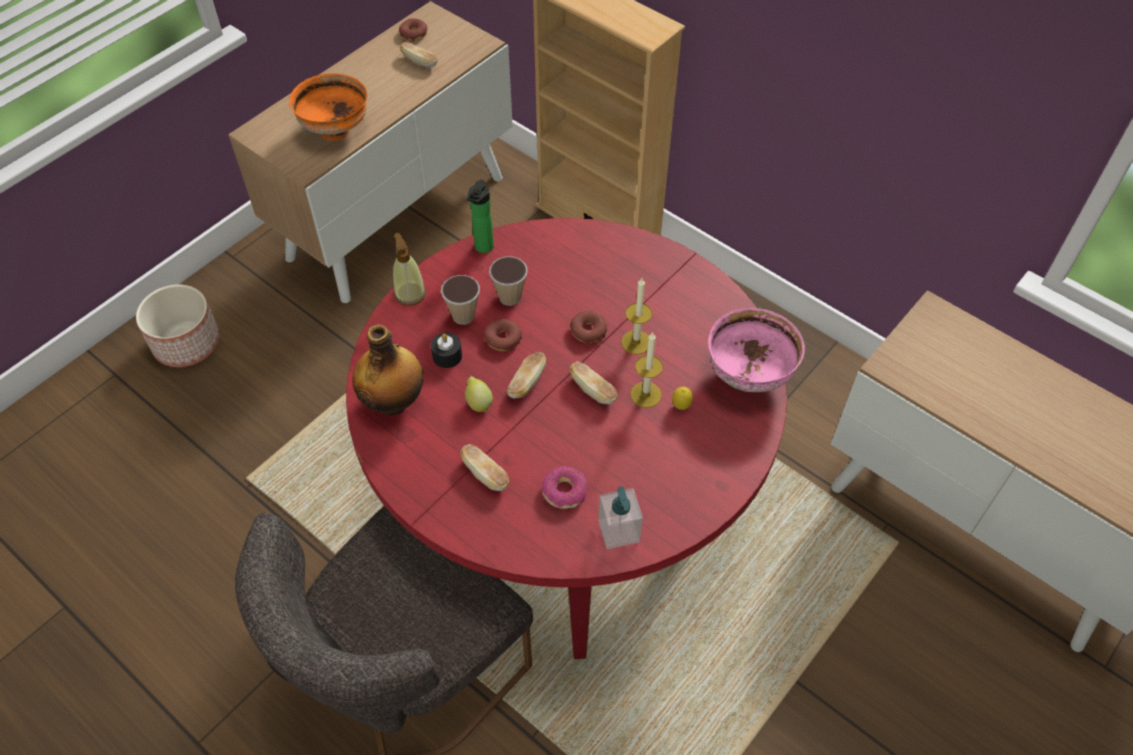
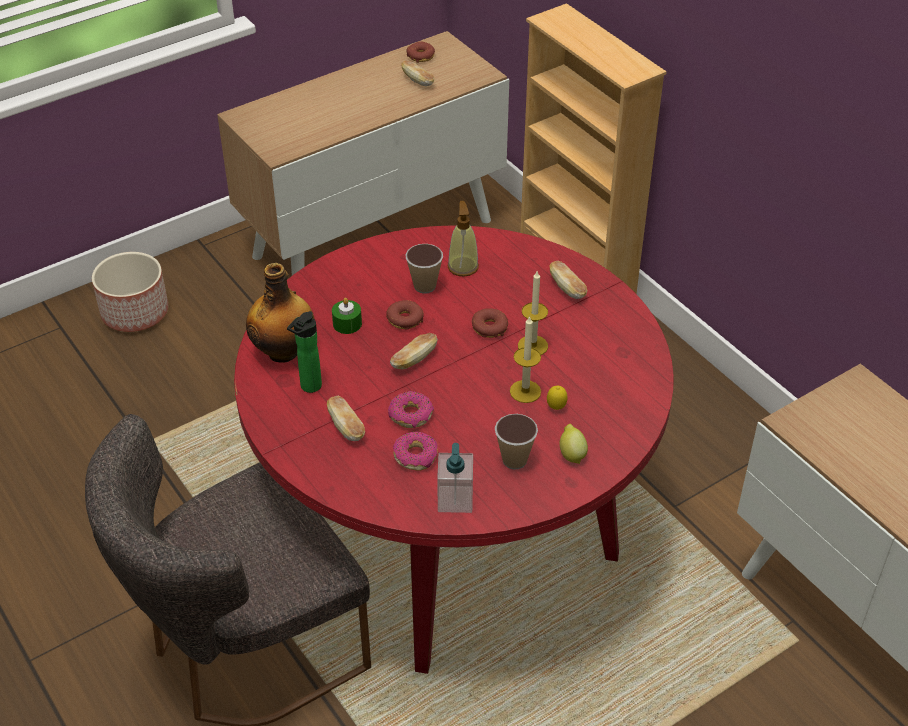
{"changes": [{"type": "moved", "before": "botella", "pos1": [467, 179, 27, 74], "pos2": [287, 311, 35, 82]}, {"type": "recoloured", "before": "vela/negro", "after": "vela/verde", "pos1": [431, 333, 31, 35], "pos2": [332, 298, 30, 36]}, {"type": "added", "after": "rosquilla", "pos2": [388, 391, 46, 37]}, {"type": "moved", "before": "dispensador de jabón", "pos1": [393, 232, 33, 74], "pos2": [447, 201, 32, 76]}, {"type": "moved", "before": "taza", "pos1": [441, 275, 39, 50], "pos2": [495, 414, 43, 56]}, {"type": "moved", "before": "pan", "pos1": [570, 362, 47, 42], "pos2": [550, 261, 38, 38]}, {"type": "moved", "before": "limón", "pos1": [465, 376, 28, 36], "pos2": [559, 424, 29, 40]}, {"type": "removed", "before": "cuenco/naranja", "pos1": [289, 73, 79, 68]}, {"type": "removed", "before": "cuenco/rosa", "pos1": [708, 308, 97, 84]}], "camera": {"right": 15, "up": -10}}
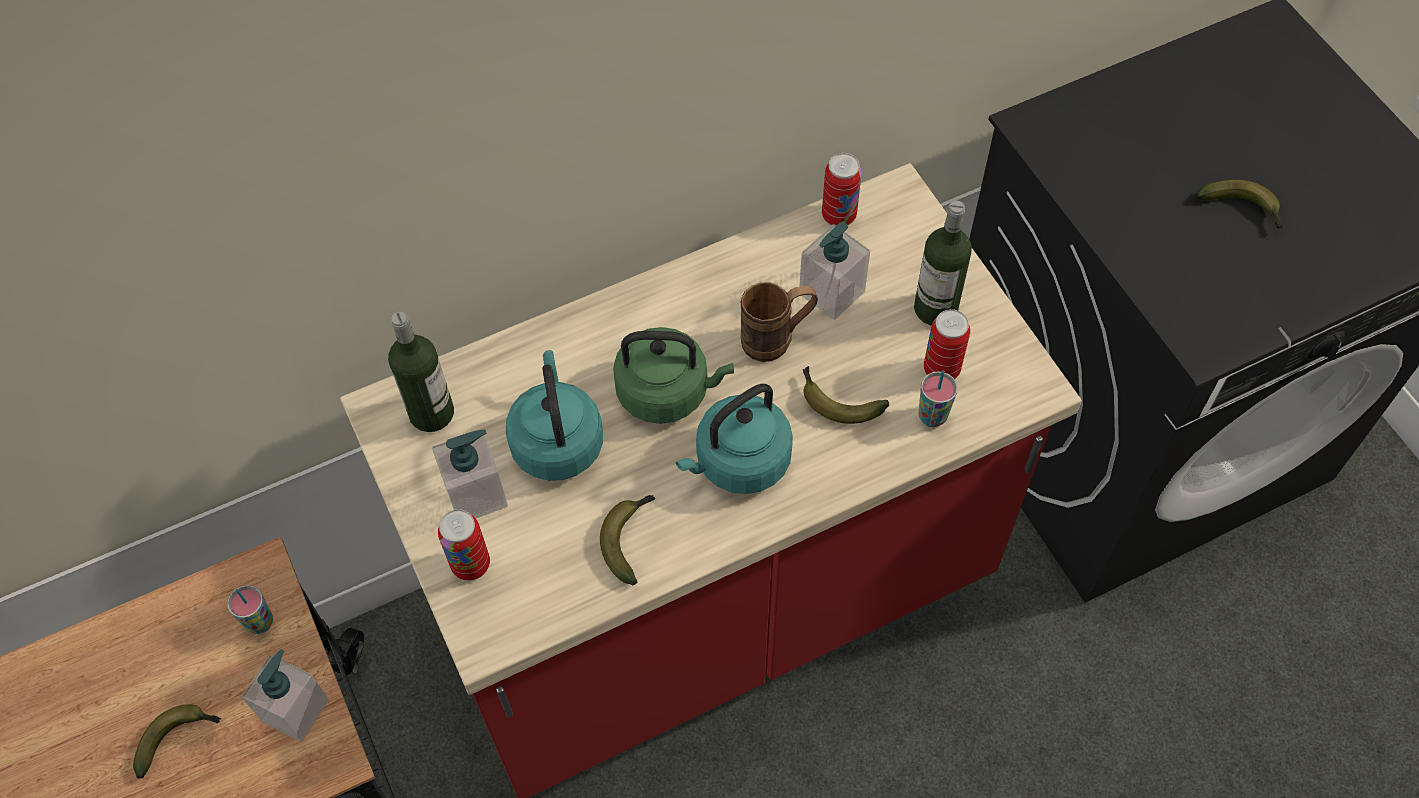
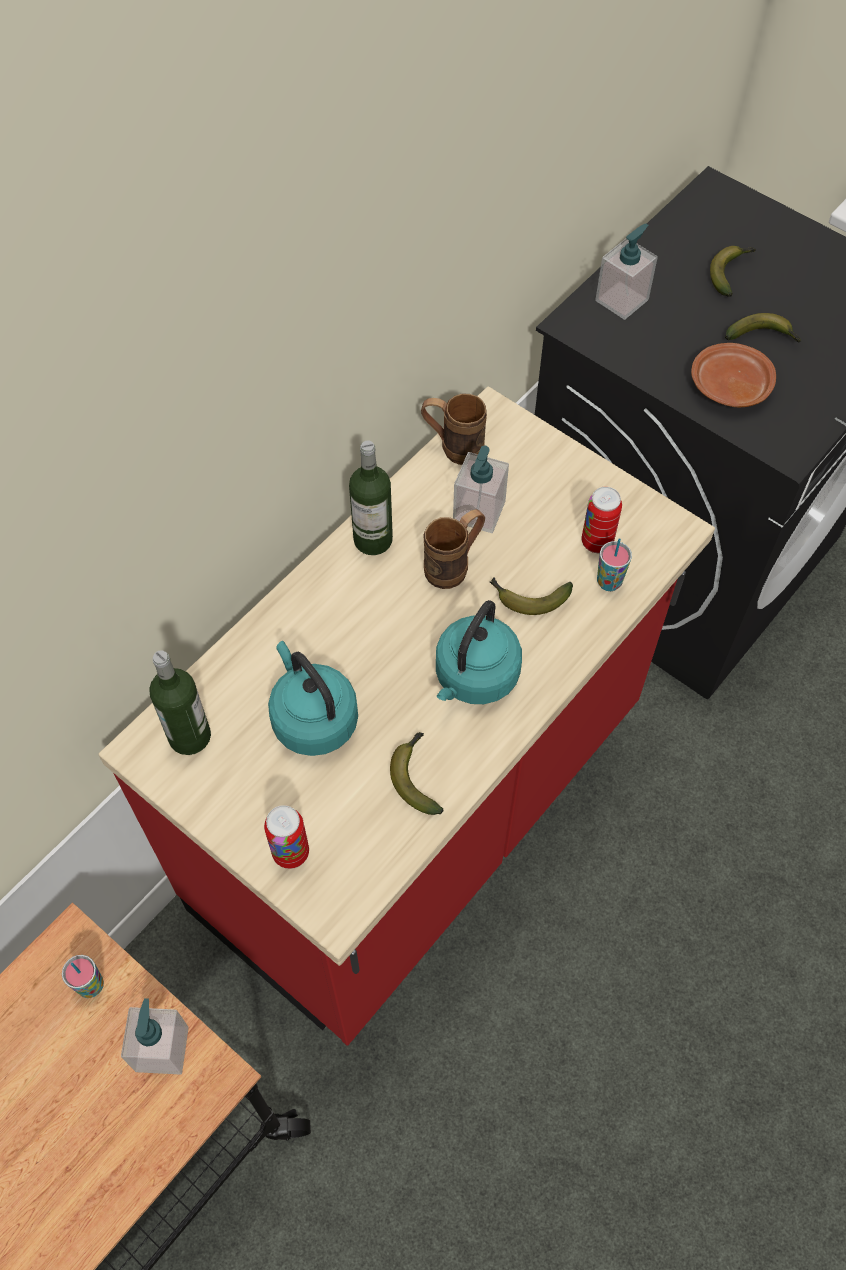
{"changes": [{"type": "moved", "before": "botella", "pos1": [914, 201, 58, 125], "pos2": [349, 441, 44, 114]}, {"type": "replaced", "before": "lata", "after": "taza grande/marrón", "pos1": [822, 153, 40, 73], "pos2": [421, 393, 66, 72]}, {"type": "moved", "before": "dispensador de jabón", "pos1": [432, 429, 76, 89], "pos2": [595, 224, 63, 96]}, {"type": "added", "after": "plato/marrón", "pos2": [691, 343, 85, 64]}, {"type": "moved", "before": "plátano", "pos1": [133, 704, 88, 75], "pos2": [710, 246, 46, 51]}, {"type": "removed", "before": "hervidor/verde", "pos1": [613, 327, 121, 97]}], "camera": {"right": -25, "up": 0}}
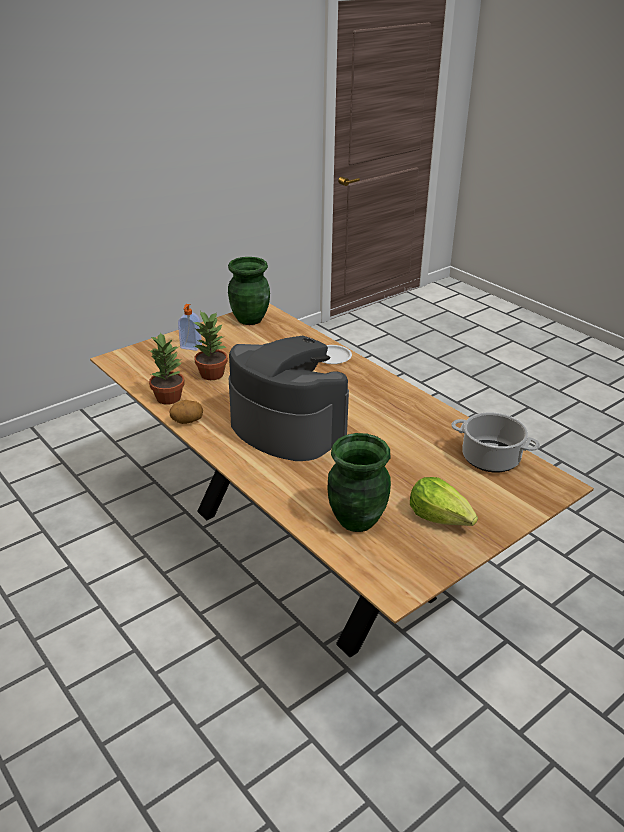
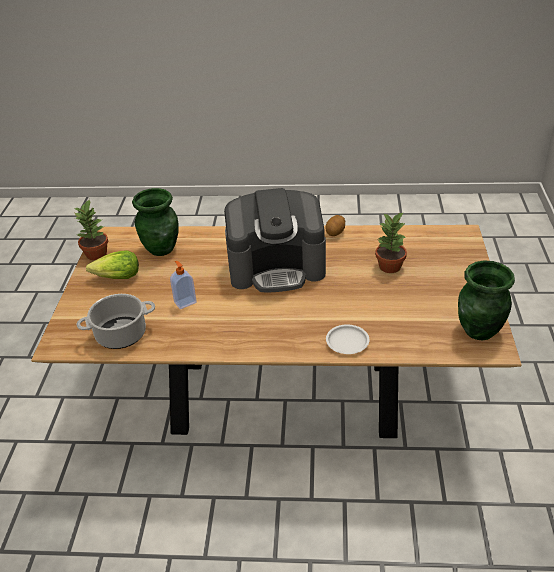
{"changes": [{"type": "moved", "before": "planta en maceta", "pos1": [149, 332, 36, 73], "pos2": [75, 199, 33, 61]}, {"type": "moved", "before": "dispensador de jabón", "pos1": [178, 304, 24, 47], "pos2": [170, 261, 27, 48]}], "camera": {"right": 135, "up": 5}}
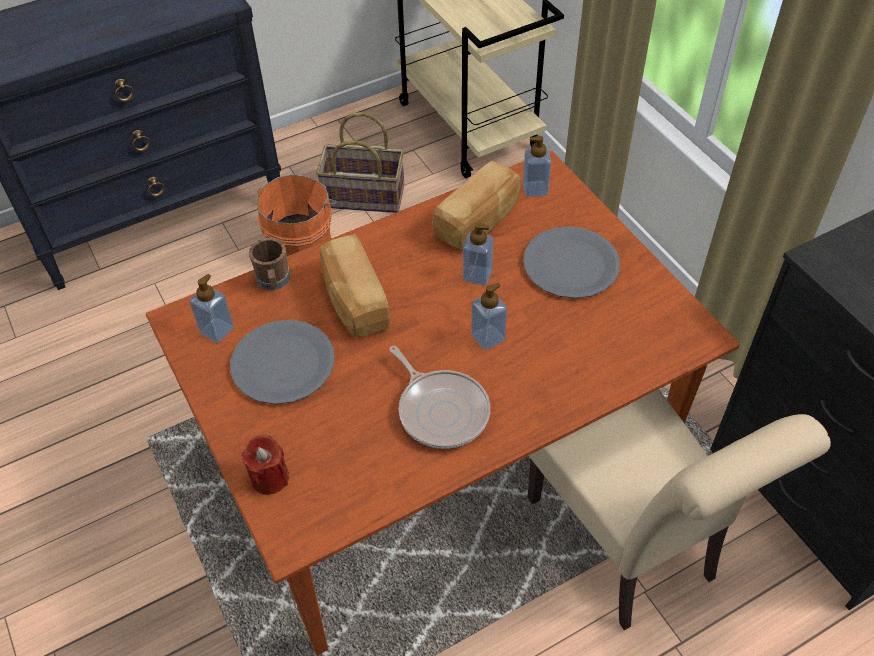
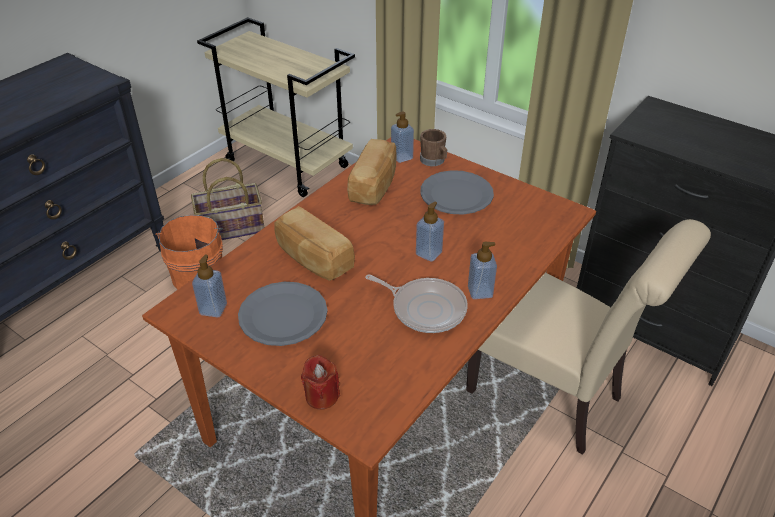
{"changes": [{"type": "moved", "before": "taza grande/marrón", "pos1": [249, 238, 41, 52], "pos2": [420, 129, 27, 37]}, {"type": "moved", "before": "dispensador de jabón", "pos1": [463, 222, 30, 64], "pos2": [468, 242, 29, 57]}], "camera": {"right": -25, "up": -10}}
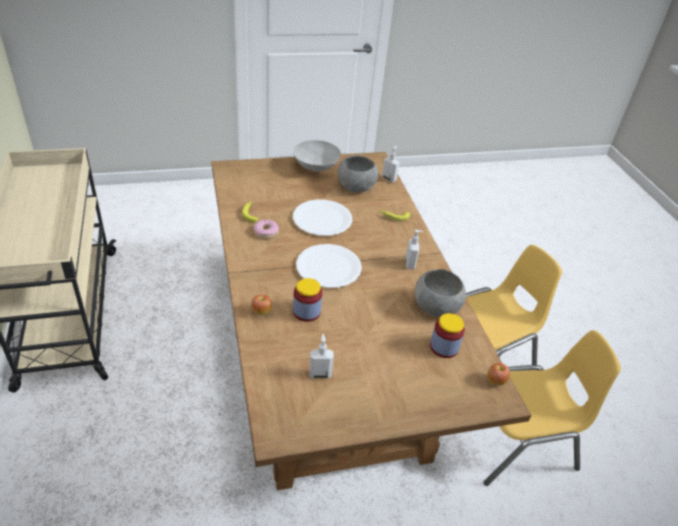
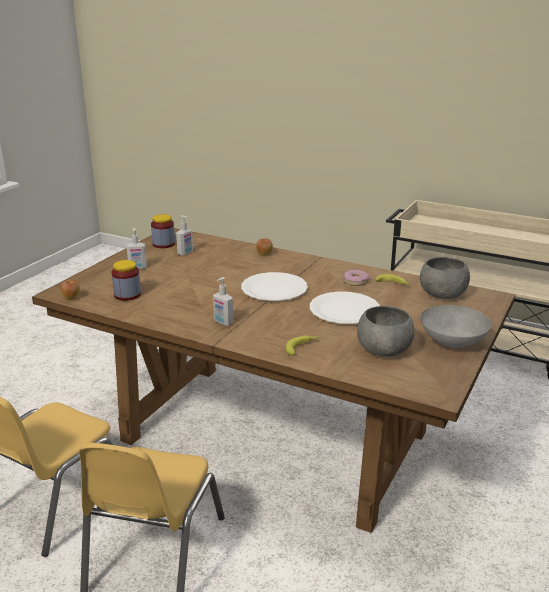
{"changes": [{"type": "moved", "before": "dispensador de jabón", "pos1": [382, 146, 18, 36], "pos2": [127, 228, 20, 41]}, {"type": "moved", "before": "tarro", "pos1": [293, 278, 29, 44], "pos2": [151, 214, 24, 34]}, {"type": "moved", "before": "cuenco/gris", "pos1": [414, 269, 52, 48], "pos2": [420, 257, 50, 42]}], "camera": {"right": 135, "up": -15}}
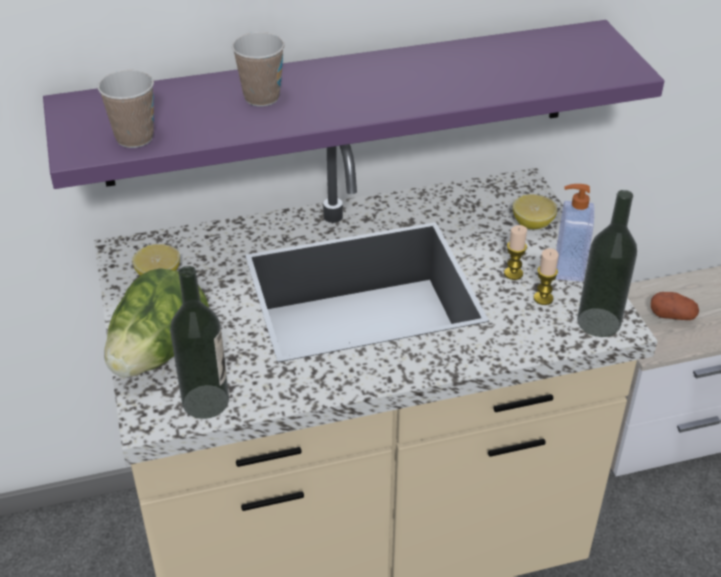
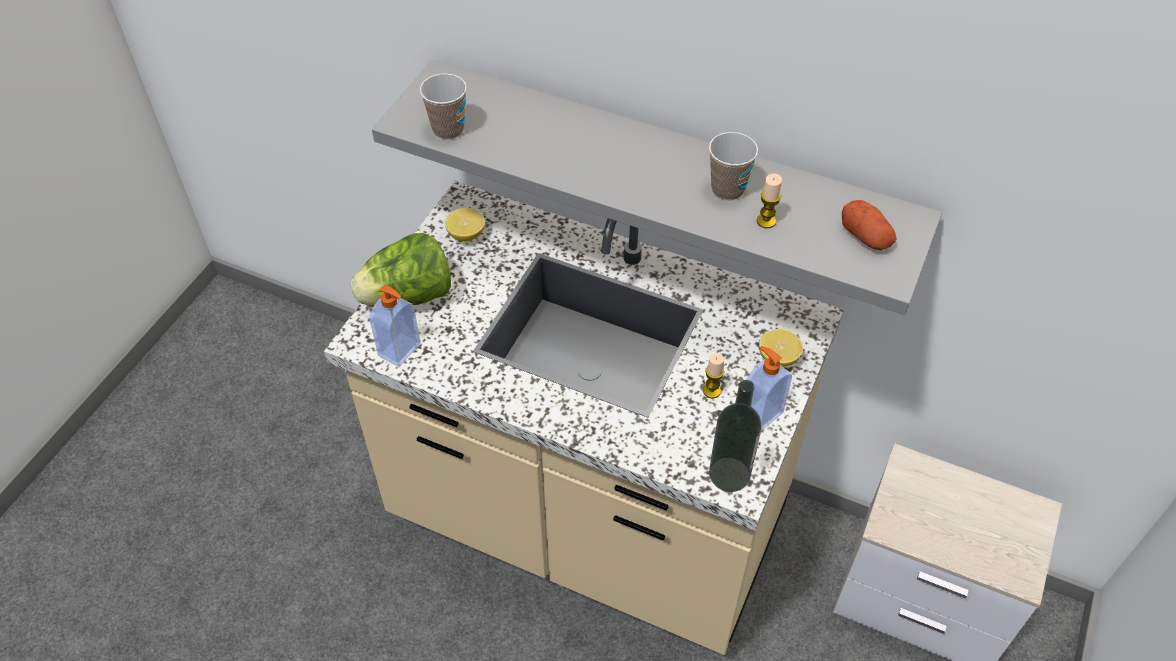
{"changes": [{"type": "replaced", "before": "botella", "after": "dispensador de jabón", "pos1": [170, 266, 59, 153], "pos2": [370, 285, 51, 82]}, {"type": "recoloured", "before": "estante/morado", "after": "estante/gris", "pos1": [43, 20, 621, 169], "pos2": [372, 60, 570, 255]}, {"type": "moved", "before": "taza", "pos1": [232, 32, 53, 74], "pos2": [709, 132, 49, 68]}, {"type": "moved", "before": "vela", "pos1": [534, 248, 25, 57], "pos2": [757, 173, 25, 55]}, {"type": "moved", "before": "patata", "pos1": [651, 292, 48, 28], "pos2": [842, 200, 55, 51]}], "camera": {"right": 40, "up": 10}}
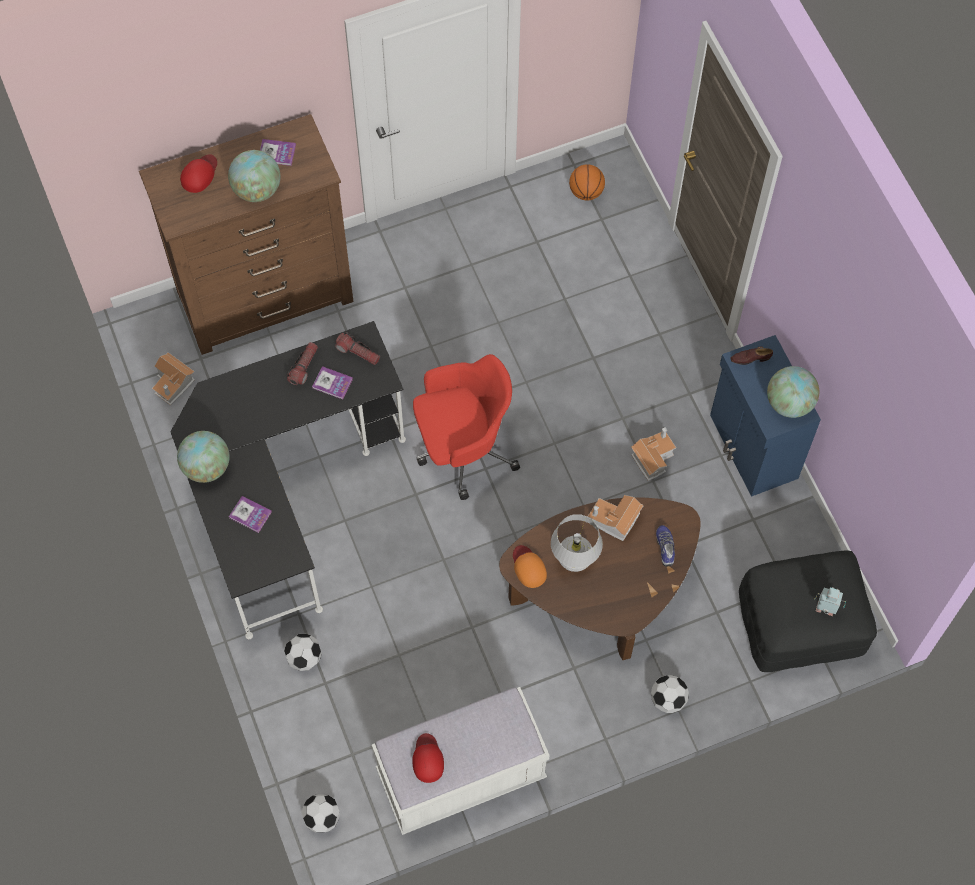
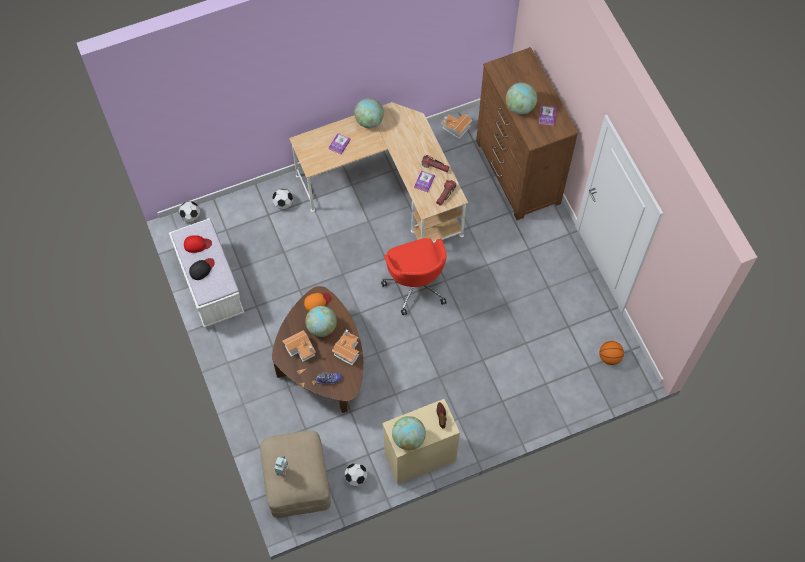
{"changes": [{"type": "added", "after": "gorra/negro", "pos2": [189, 258, 26, 22]}, {"type": "recoloured", "before": "puf/negro", "after": "puf/beis", "pos1": [739, 550, 138, 122], "pos2": [260, 431, 71, 87]}, {"type": "moved", "before": "casita", "pos1": [631, 427, 45, 54], "pos2": [283, 330, 33, 32]}, {"type": "recoloured", "before": "escritorio/negro", "after": "escritorio/beis", "pos1": [170, 321, 236, 318], "pos2": [289, 102, 179, 141]}, {"type": "replaced", "before": "lámpara de mesa/blanco", "after": "globo terráqueo", "pos1": [551, 514, 52, 58], "pos2": [305, 306, 32, 31]}, {"type": "moved", "before": "balón de fútbol", "pos1": [651, 675, 38, 38], "pos2": [345, 463, 23, 23]}, {"type": "recoloured", "before": "armario/azul", "after": "armario/beis", "pos1": [710, 335, 111, 162], "pos2": [382, 399, 78, 85]}, {"type": "removed", "before": "gorra/rojo", "pos1": [180, 154, 37, 39]}], "camera": {"right": 90, "up": 0}}
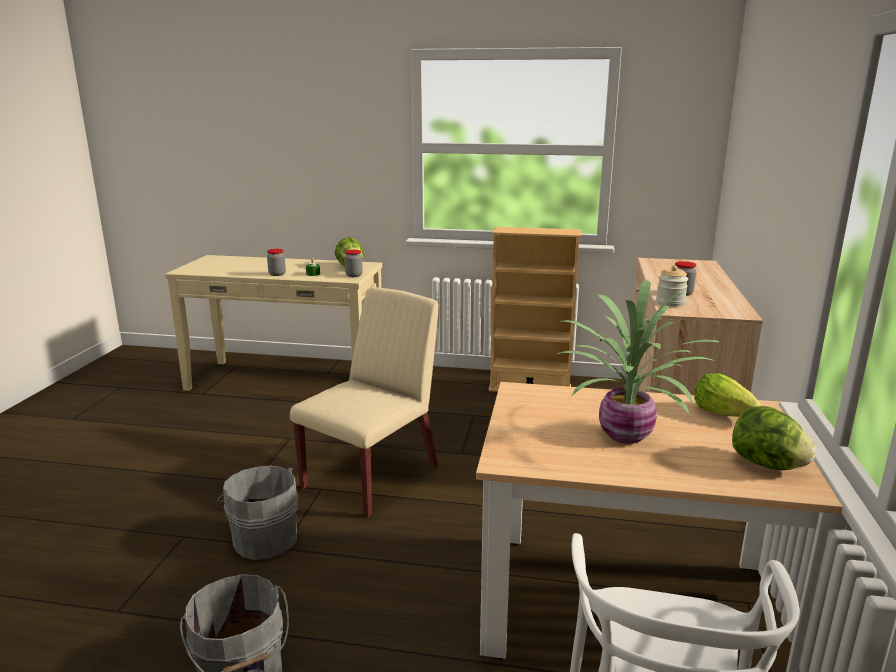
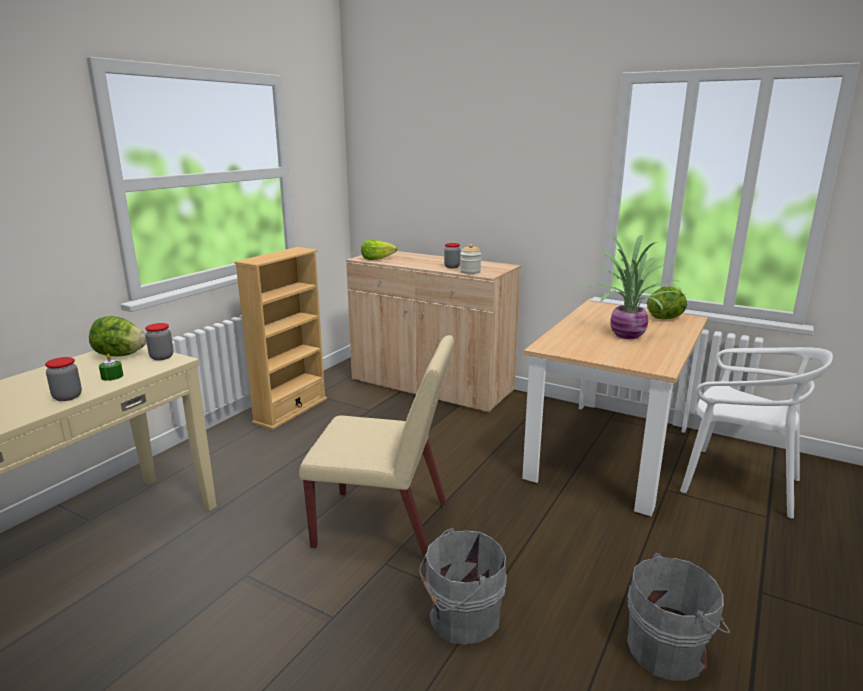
{"changes": [{"type": "turned", "before": "silla/beis", "pos1": [290, 287, 149, 230], "pos2": [299, 335, 155, 227], "turn": 135}, {"type": "moved", "before": "lechuga", "pos1": [694, 373, 68, 43], "pos2": [361, 240, 36, 20]}], "camera": {"right": -70, "up": 0}}
